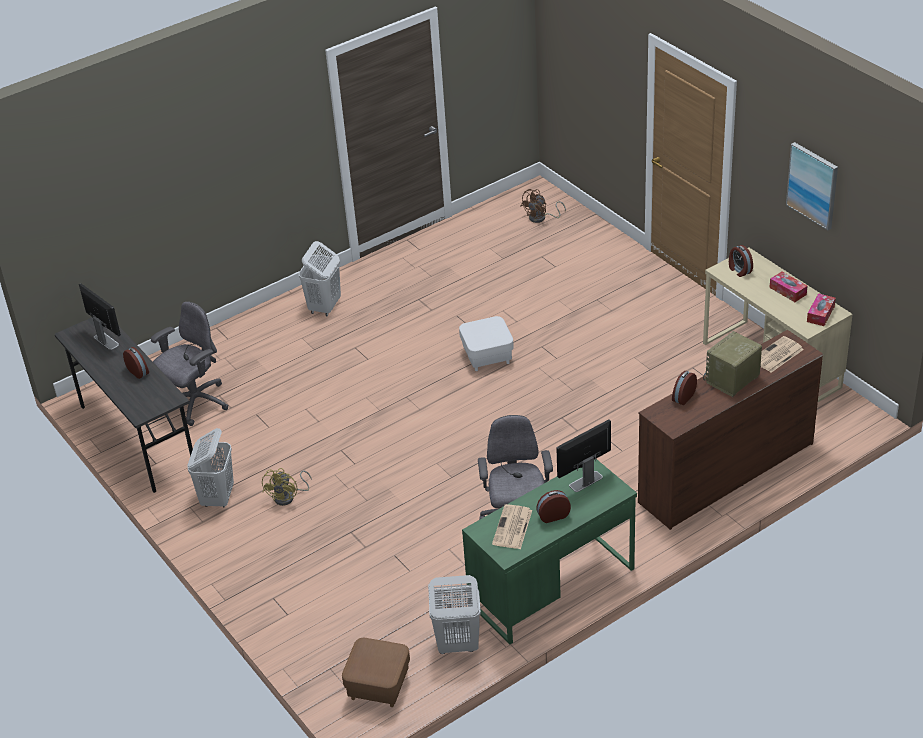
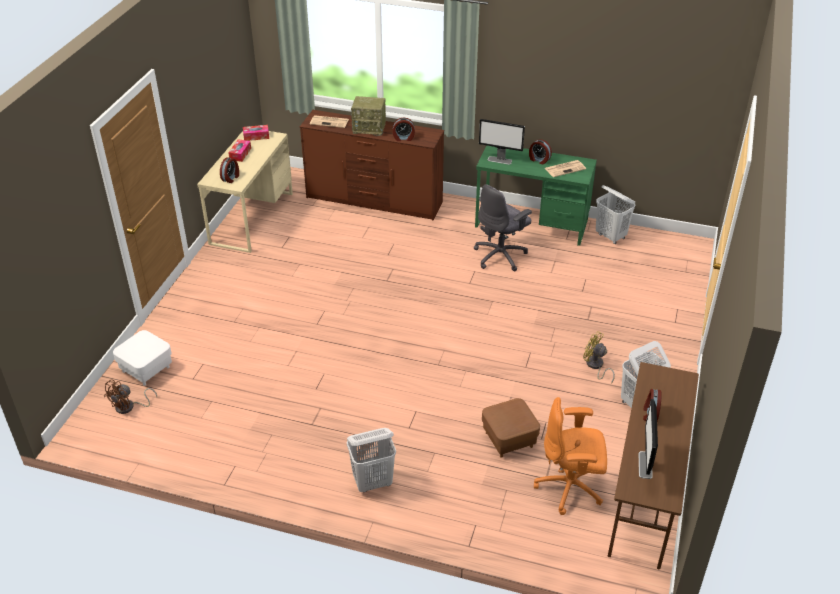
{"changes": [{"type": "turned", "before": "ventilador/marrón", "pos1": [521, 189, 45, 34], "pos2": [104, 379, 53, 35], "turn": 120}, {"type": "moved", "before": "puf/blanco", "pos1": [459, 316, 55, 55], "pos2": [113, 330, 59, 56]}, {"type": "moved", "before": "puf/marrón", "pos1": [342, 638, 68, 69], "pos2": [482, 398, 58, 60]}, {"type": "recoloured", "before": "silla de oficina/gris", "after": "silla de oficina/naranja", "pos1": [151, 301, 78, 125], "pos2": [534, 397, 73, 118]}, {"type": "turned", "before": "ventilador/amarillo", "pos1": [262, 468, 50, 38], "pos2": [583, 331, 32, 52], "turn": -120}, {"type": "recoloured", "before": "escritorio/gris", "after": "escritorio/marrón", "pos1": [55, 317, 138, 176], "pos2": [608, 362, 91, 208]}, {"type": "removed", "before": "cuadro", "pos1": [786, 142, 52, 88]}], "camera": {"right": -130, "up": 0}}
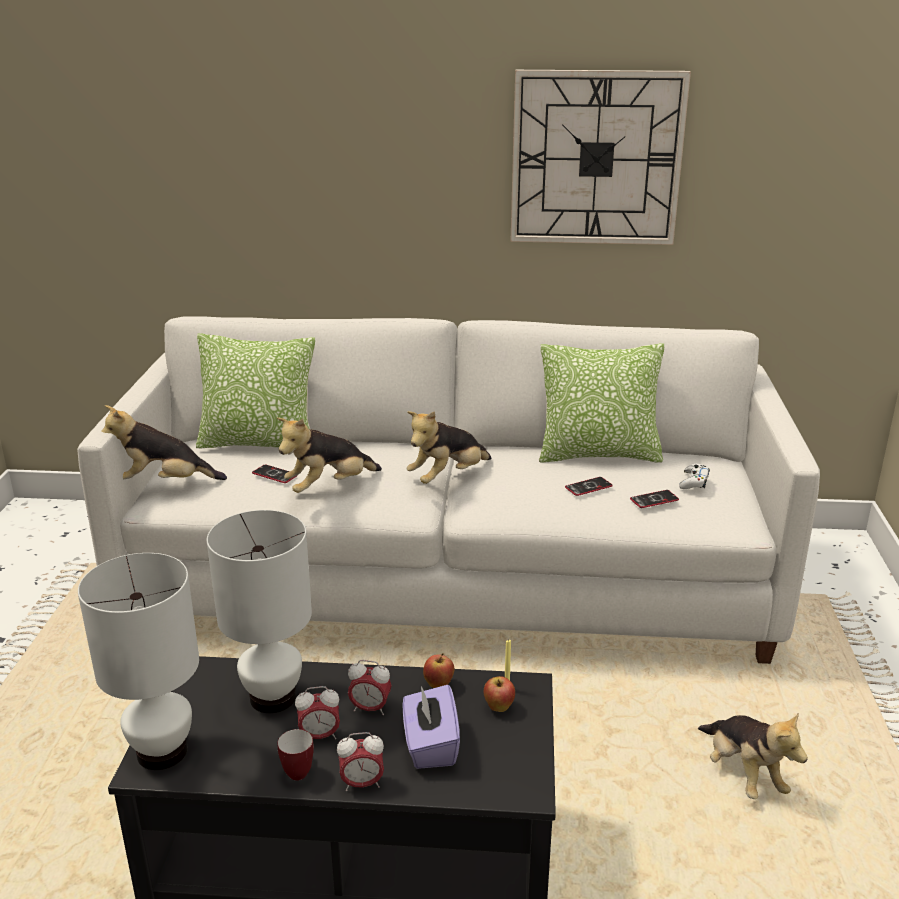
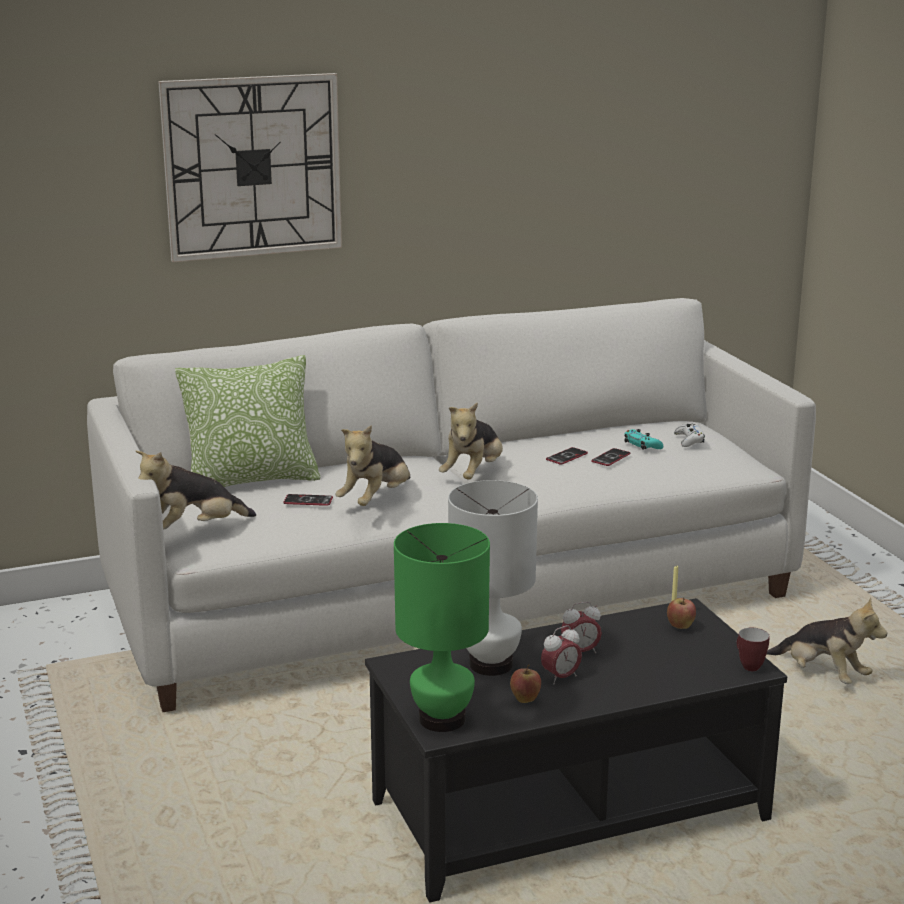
{"changes": [{"type": "moved", "before": "reloj de pared", "pos1": [510, 70, 181, 175], "pos2": [158, 73, 184, 189]}, {"type": "recoloured", "before": "lámpara de mesa/blanco", "after": "lámpara de mesa/verde", "pos1": [78, 553, 121, 217], "pos2": [394, 523, 96, 209]}, {"type": "moved", "before": "manzana", "pos1": [423, 653, 31, 35], "pos2": [510, 664, 31, 39]}, {"type": "moved", "before": "móvil", "pos1": [630, 490, 49, 18], "pos2": [546, 447, 42, 18]}, {"type": "added", "after": "mando de consola/turquesa", "pos2": [624, 429, 39, 21]}, {"type": "moved", "before": "taza grande", "pos1": [277, 729, 37, 52], "pos2": [737, 628, 33, 43]}, {"type": "removed", "before": "despertador", "pos1": [337, 732, 47, 59]}, {"type": "removed", "before": "caja de pañuelos/morado", "pos1": [403, 685, 57, 84]}, {"type": "removed", "before": "cojín", "pos1": [539, 343, 125, 120]}], "camera": {"right": -25, "up": -5}}
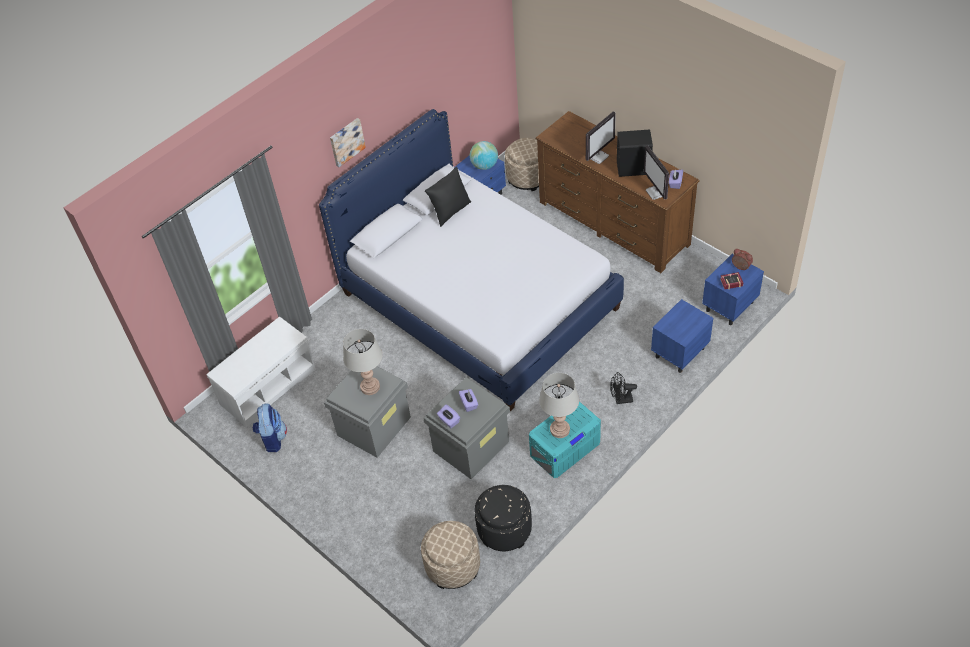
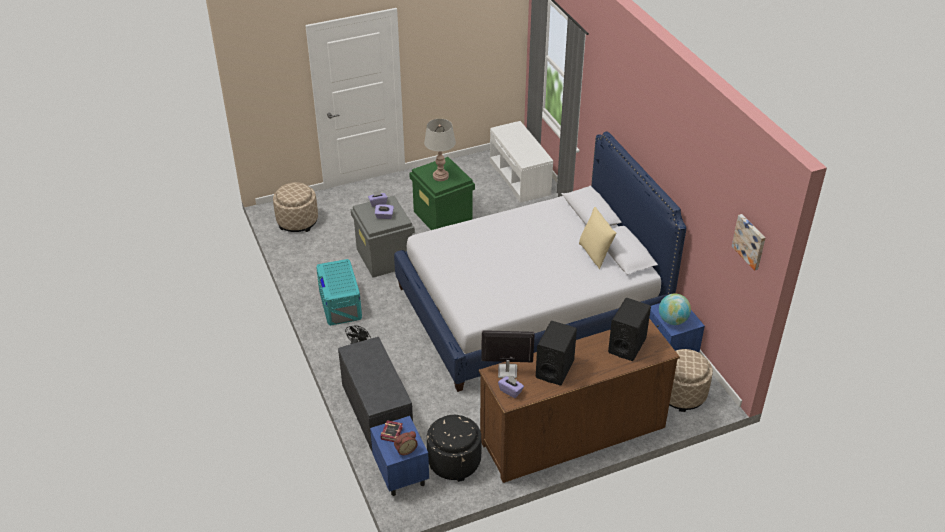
{"changes": [{"type": "replaced", "before": "mesita de noche/azul", "after": "banco/gris", "pos1": [651, 299, 62, 74], "pos2": [338, 337, 75, 114]}, {"type": "recoloured", "before": "caja de almacenaje/gris", "after": "caja de almacenaje/verde", "pos1": [324, 367, 87, 91], "pos2": [409, 157, 66, 73]}, {"type": "moved", "before": "puf/negro", "pos1": [475, 485, 57, 66], "pos2": [427, 415, 55, 67]}, {"type": "recoloured", "before": "cojín/negro", "after": "cojín/beis", "pos1": [425, 167, 46, 60], "pos2": [579, 207, 37, 62]}, {"type": "added", "after": "altavoz/negro", "pos2": [608, 298, 43, 63]}, {"type": "moved", "before": "cuadro", "pos1": [330, 118, 36, 49], "pos2": [732, 214, 33, 57]}, {"type": "removed", "before": "mochila", "pos1": [253, 403, 34, 49]}, {"type": "removed", "before": "lámpara de mesa/gris", "pos1": [539, 373, 40, 65]}, {"type": "removed", "before": "monitor", "pos1": [586, 111, 30, 53]}], "camera": {"right": 110, "up": -10}}
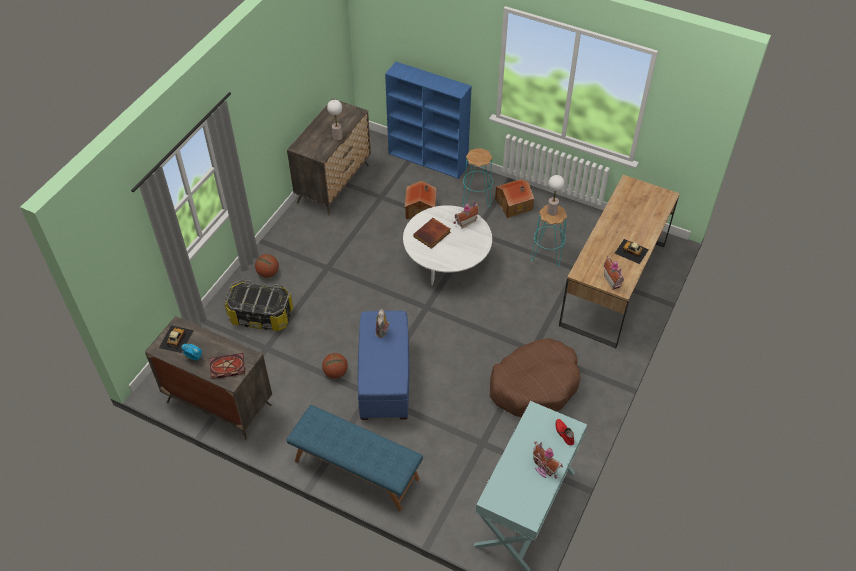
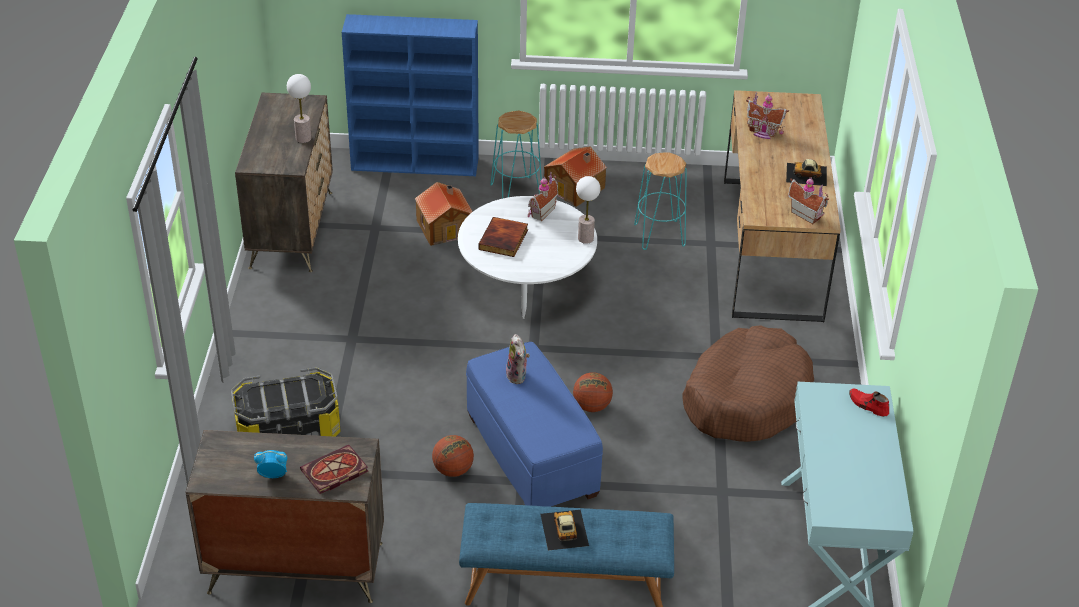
{"changes": [{"type": "moved", "before": "coche de juguete", "pos1": [159, 325, 35, 28], "pos2": [540, 510, 49, 40]}, {"type": "moved", "before": "balón de baloncesto", "pos1": [255, 254, 24, 24], "pos2": [573, 372, 40, 40]}, {"type": "moved", "before": "lámpara de mesa", "pos1": [547, 175, 17, 41], "pos2": [576, 176, 24, 68]}, {"type": "moved", "before": "casita", "pos1": [533, 441, 30, 38], "pos2": [746, 93, 43, 46]}], "camera": {"right": -25, "up": -10}}
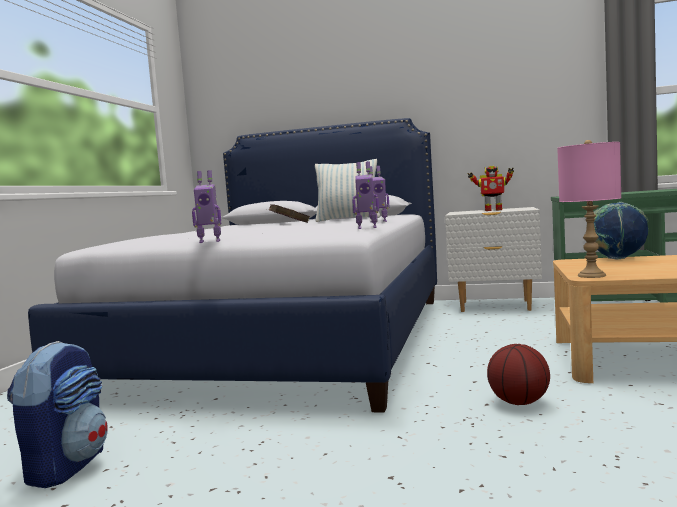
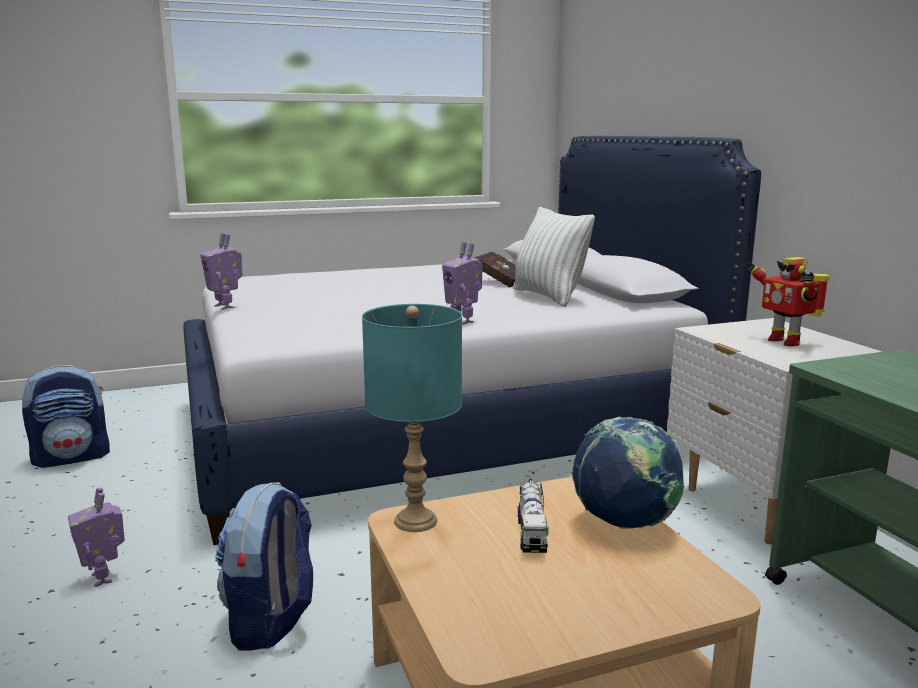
{"changes": [{"type": "moved", "before": "robot de juguete", "pos1": [352, 161, 27, 68], "pos2": [68, 488, 57, 99]}, {"type": "replaced", "before": "balón de baloncesto", "after": "mochila", "pos1": [487, 344, 63, 61], "pos2": [215, 482, 98, 169]}, {"type": "recoloured", "before": "lámpara de mesa/rosa", "after": "lámpara de mesa/turquesa", "pos1": [557, 140, 64, 138], "pos2": [362, 304, 100, 228]}, {"type": "added", "after": "camión de juguete", "pos2": [518, 479, 31, 74]}], "camera": {"right": 55, "up": 10}}
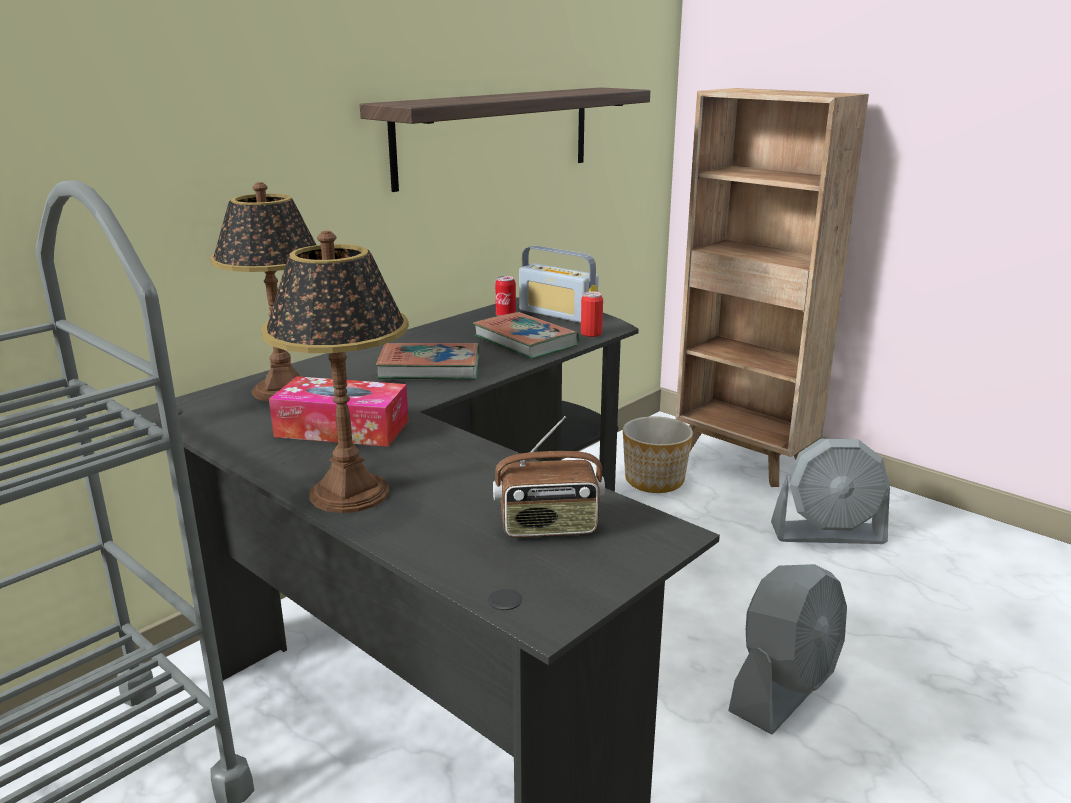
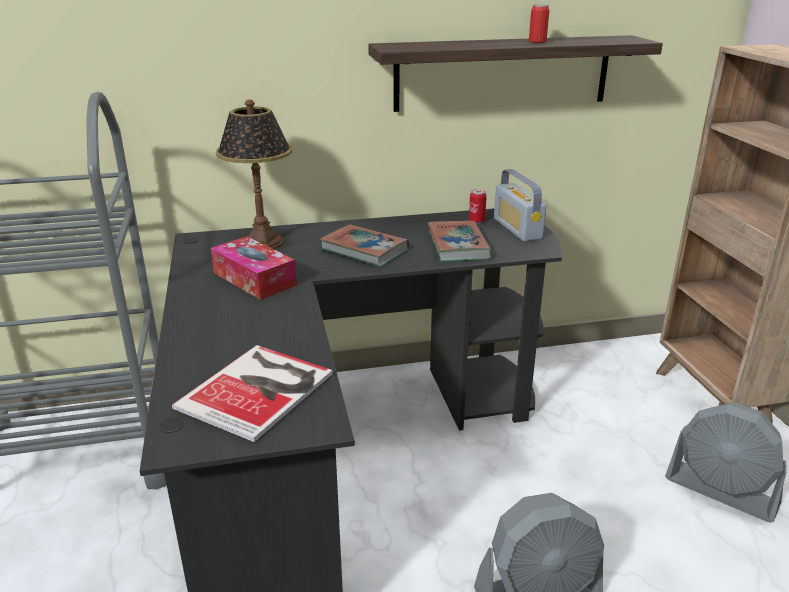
{"changes": [{"type": "replaced", "before": "radio", "after": "libro", "pos1": [493, 416, 112, 121], "pos2": [172, 345, 161, 97]}, {"type": "moved", "before": "lata", "pos1": [581, 291, 22, 46], "pos2": [529, 4, 21, 39]}, {"type": "removed", "before": "lámpara de mesa", "pos1": [261, 231, 148, 282]}, {"type": "removed", "before": "maceta", "pos1": [623, 416, 70, 77]}], "camera": {"right": 35, "up": 5}}
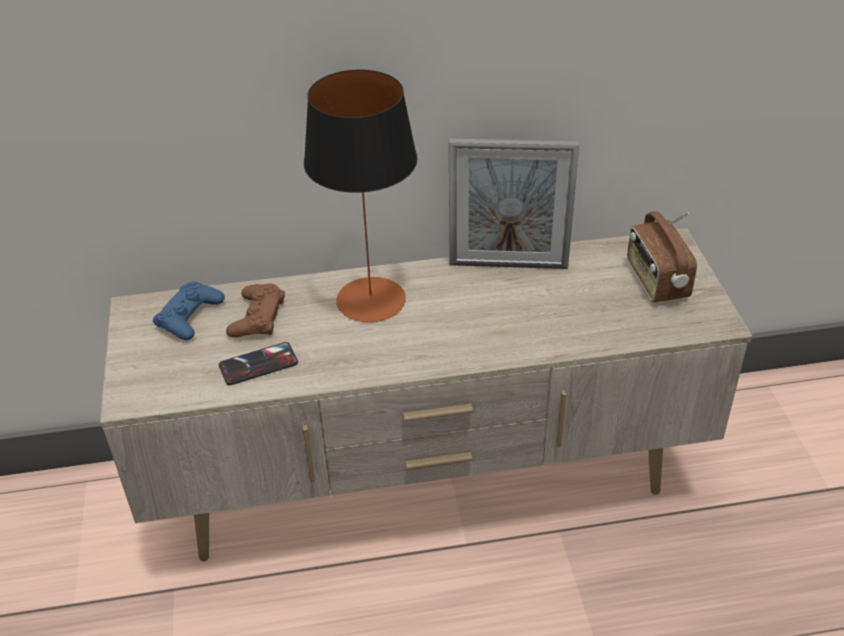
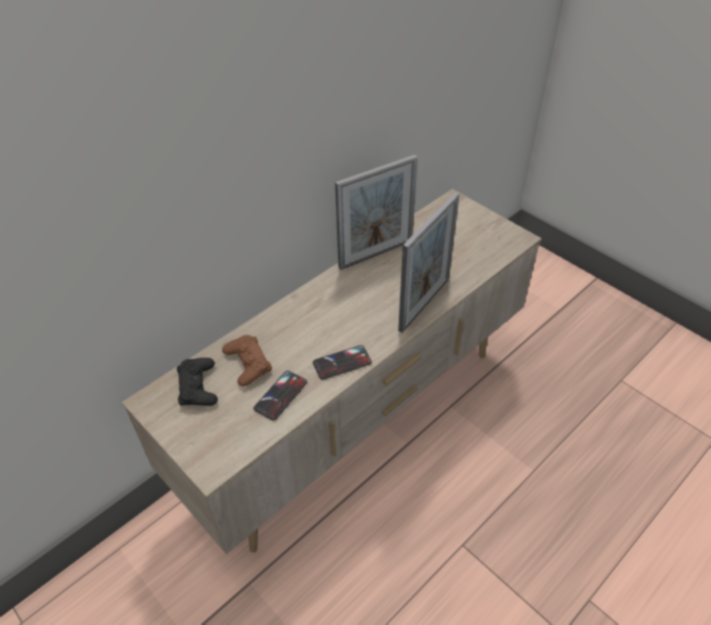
{"changes": [{"type": "recoloured", "before": "mando de consola/azul", "after": "mando de consola/negro", "pos1": [153, 281, 72, 59], "pos2": [177, 358, 41, 48]}, {"type": "added", "after": "móvil", "pos2": [313, 345, 59, 35]}, {"type": "added", "after": "portarretratos", "pos2": [398, 192, 62, 141]}, {"type": "removed", "before": "lámpara de mesa", "pos1": [304, 69, 113, 253]}, {"type": "removed", "before": "radio", "pos1": [627, 211, 70, 91]}], "camera": {"right": -35, "up": 5}}
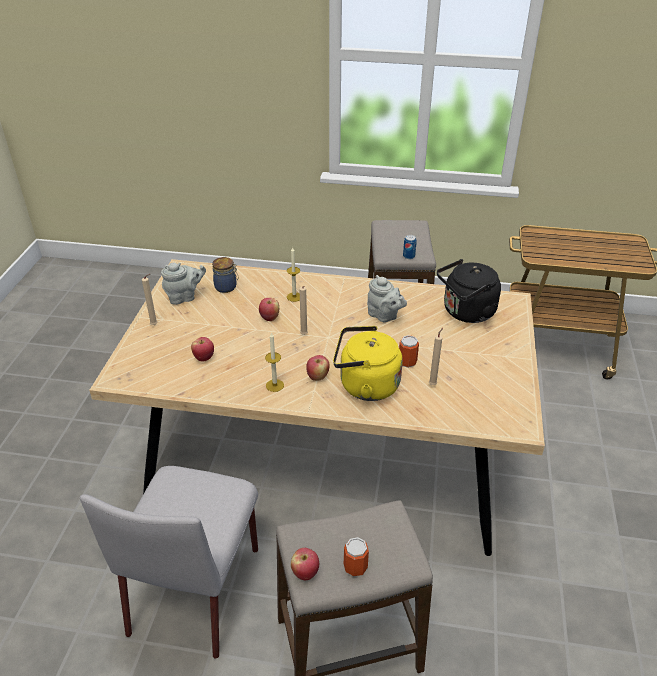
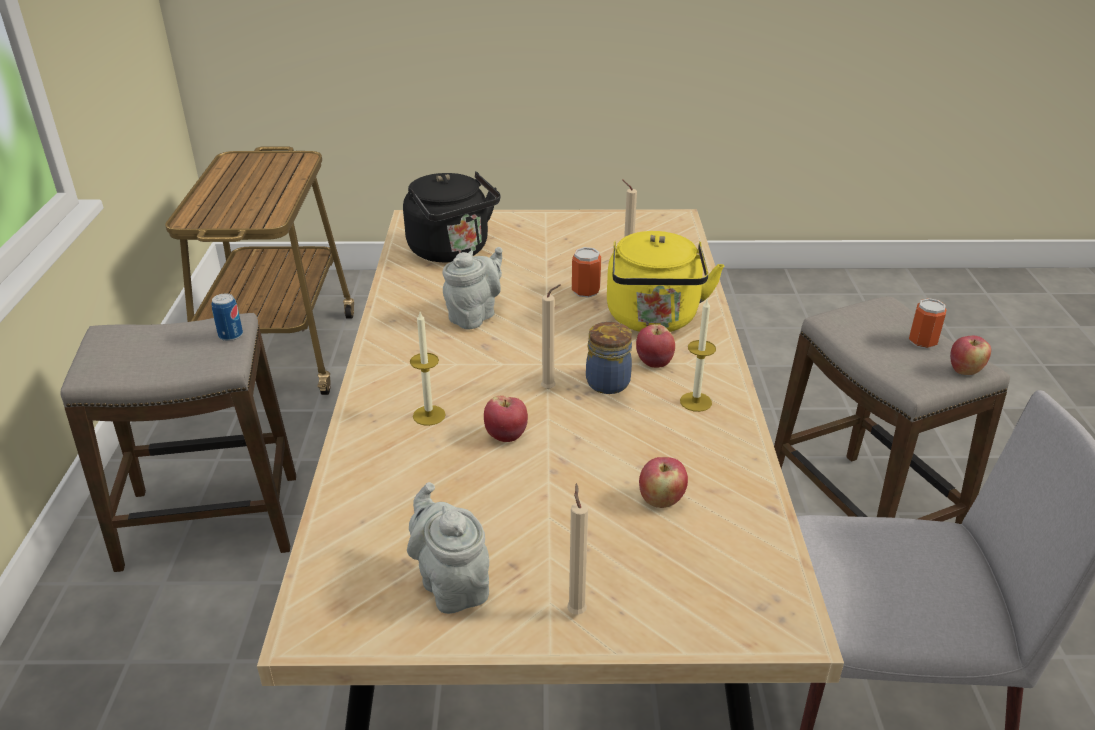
{"changes": [{"type": "moved", "before": "tarro", "pos1": [212, 257, 27, 36], "pos2": [586, 322, 46, 72]}], "camera": {"right": -100, "up": -5}}
